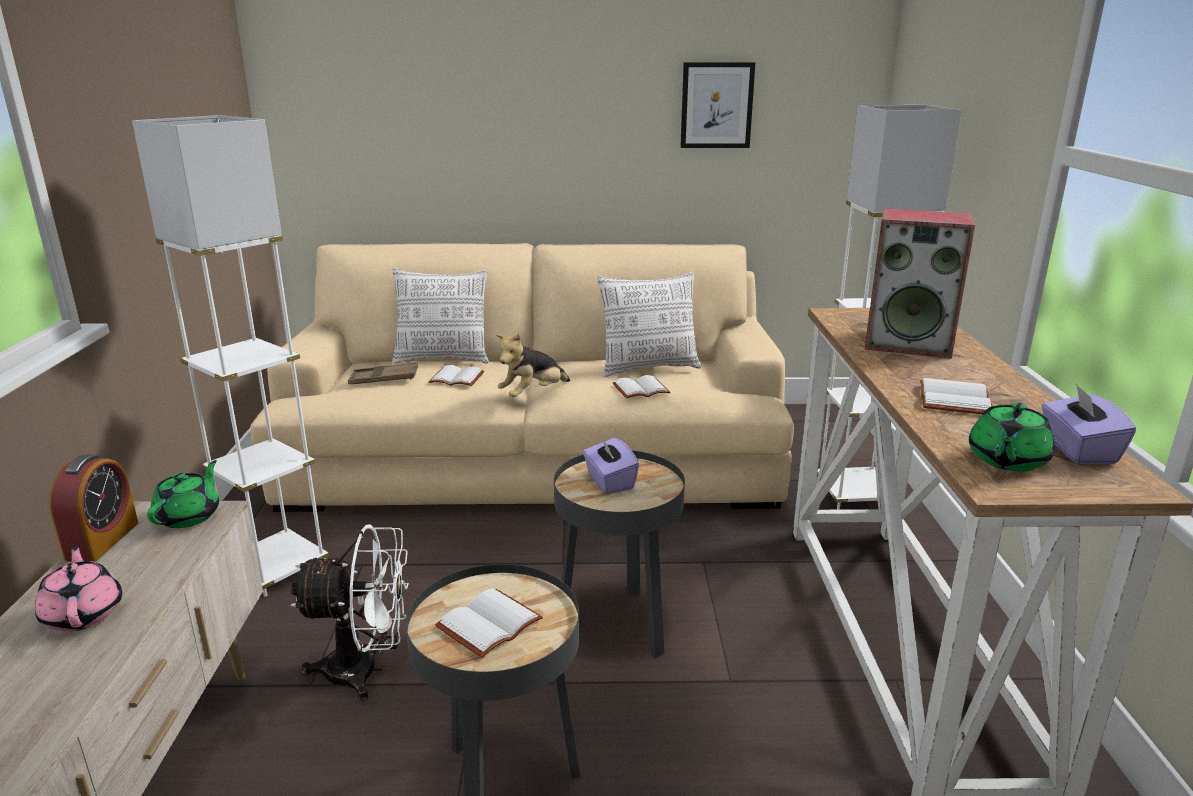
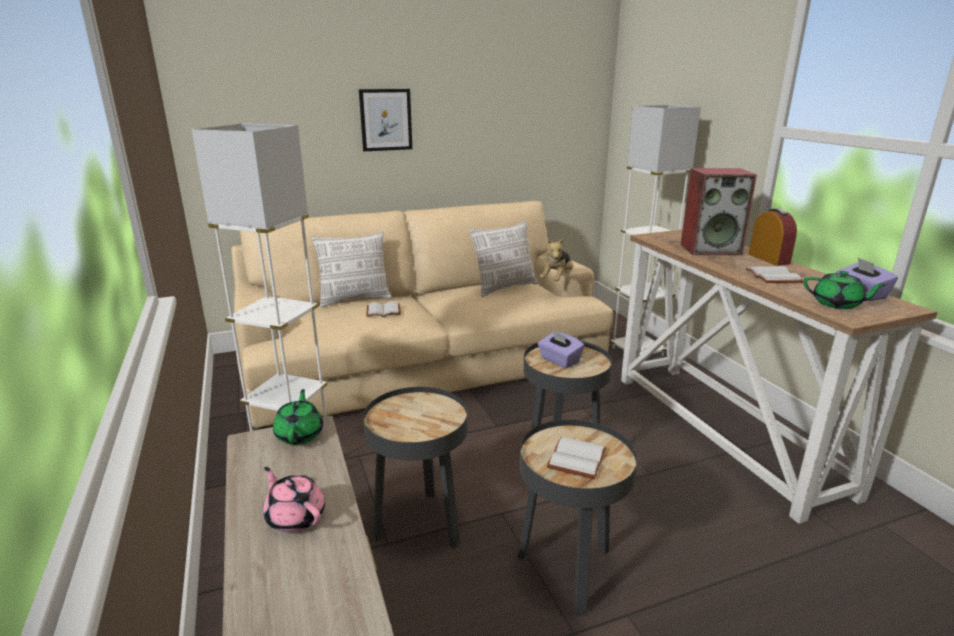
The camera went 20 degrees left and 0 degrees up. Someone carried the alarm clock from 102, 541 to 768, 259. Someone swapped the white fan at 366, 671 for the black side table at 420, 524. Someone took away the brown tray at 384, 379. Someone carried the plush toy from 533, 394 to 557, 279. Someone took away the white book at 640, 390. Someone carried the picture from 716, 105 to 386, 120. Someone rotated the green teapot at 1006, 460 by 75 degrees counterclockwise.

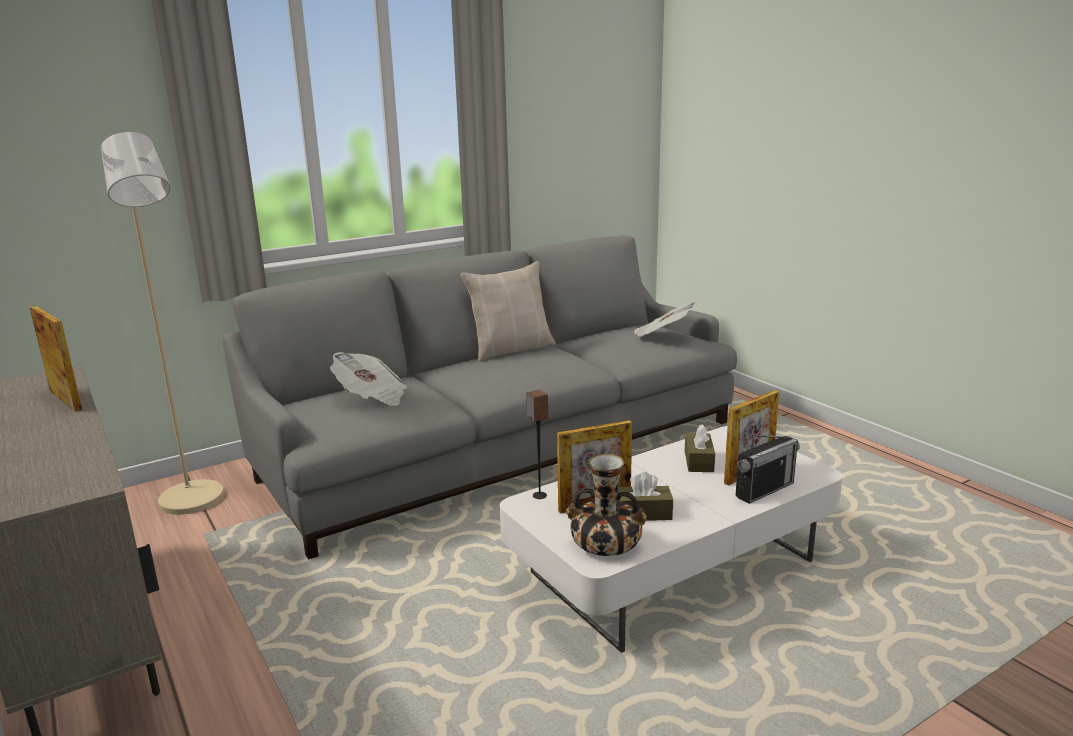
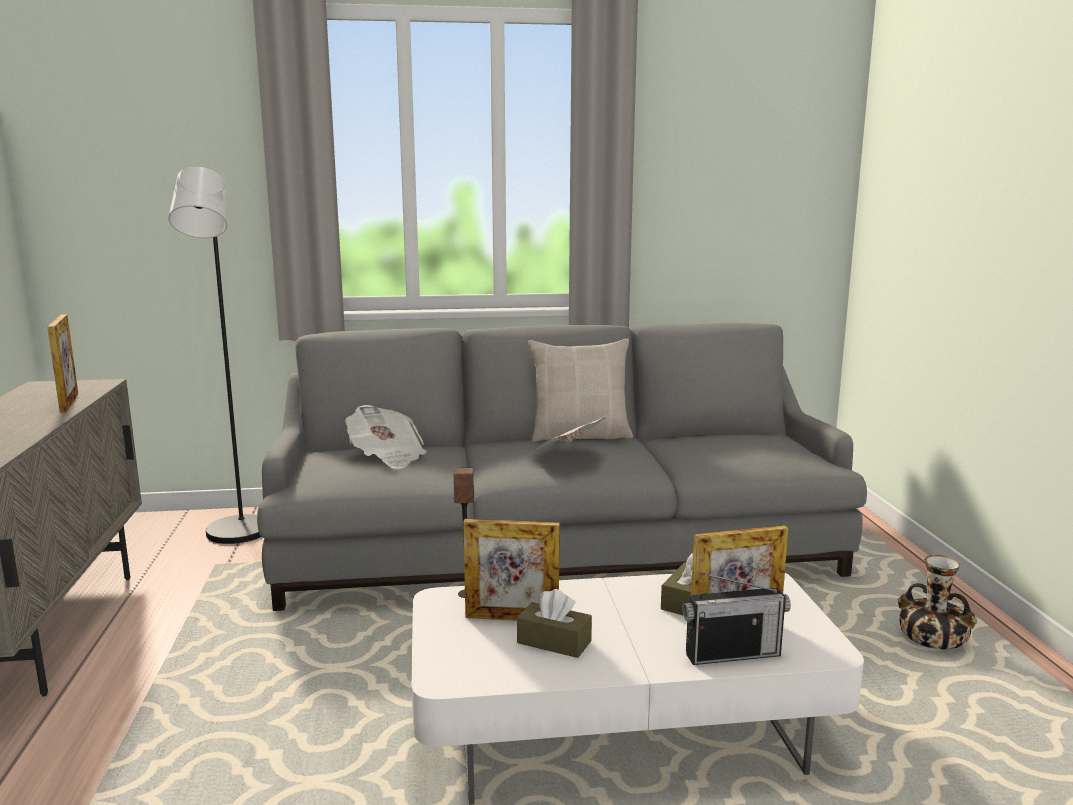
The camera went 25 degrees right and 5 degrees down. Someone repainted the beige floor lamp at 194, 504, which became the black floor lamp at 235, 536. Someone carried the vase from 607, 544 to 933, 640. Someone carried the newspaper from 662, 335 to 565, 456.

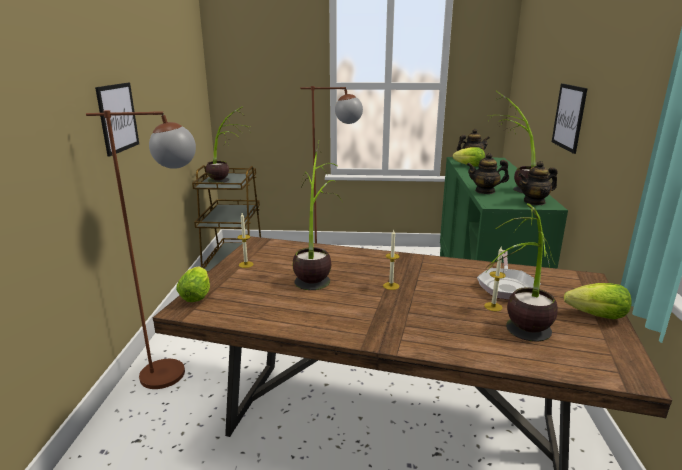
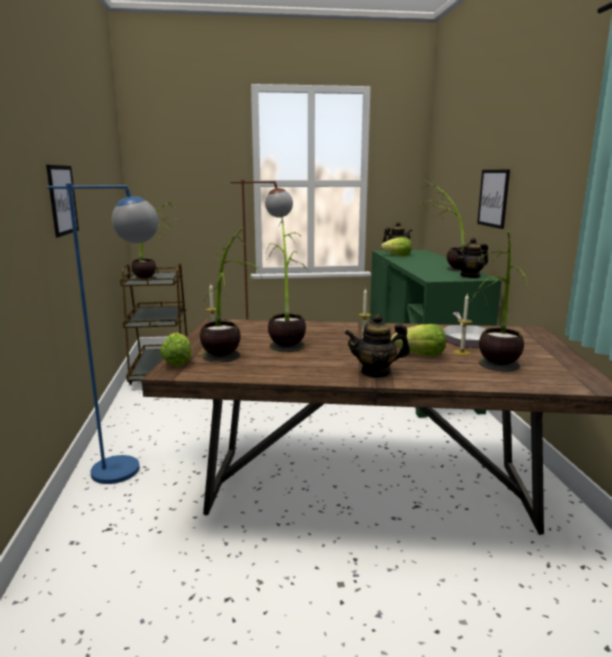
The camera went 10 degrees left and 5 degrees down. Someone repainted the brown floor lamp at 179, 373, which became the blue floor lamp at 133, 468. Someone carried the teapot from 485, 191 to 376, 372. Someone carried the lettuce from 597, 316 to 420, 355. Someone put down the potted plant at 227, 363.

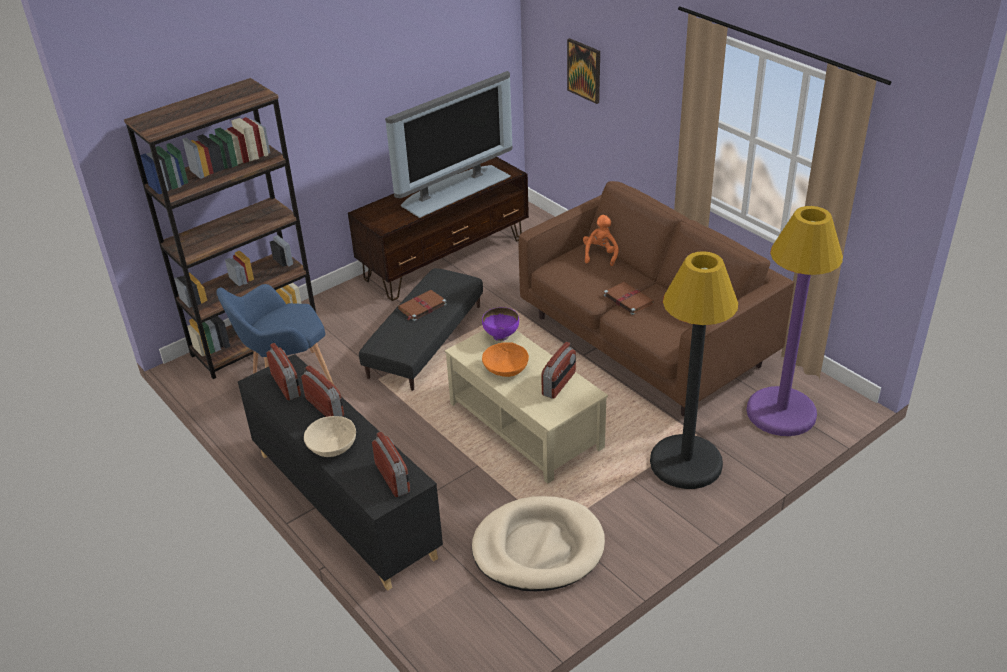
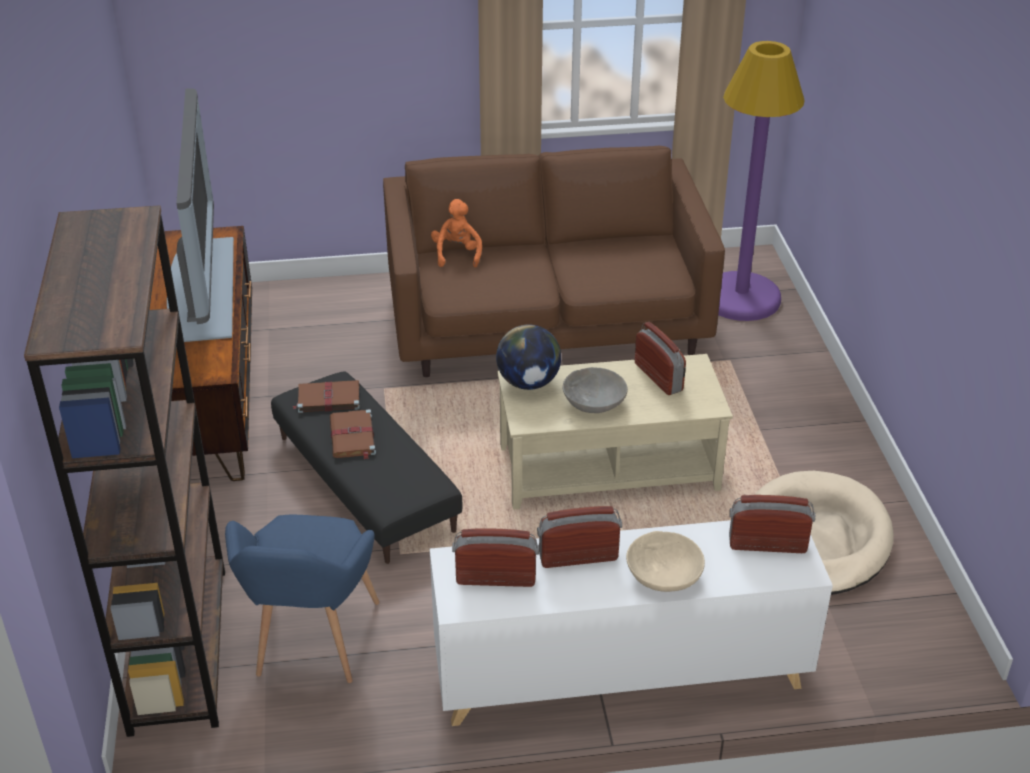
The camera went 60 degrees left and 0 degrees up. Someone repainted the black cabinet at 344, 504, which became the white cabinet at 619, 674. Someone swapped the purple bowl at 501, 336 for the globe at 528, 383. Someone repainted the orange bowl at 505, 368, which became the grey bowl at 593, 403. Someone took away the picture at 584, 70. Someone rotated the orange plush toy at 600, 255 by 45 degrees clockwise. Someone carried the brown book from 627, 299 to 327, 398. Someone took away the black floor lamp at 686, 463.

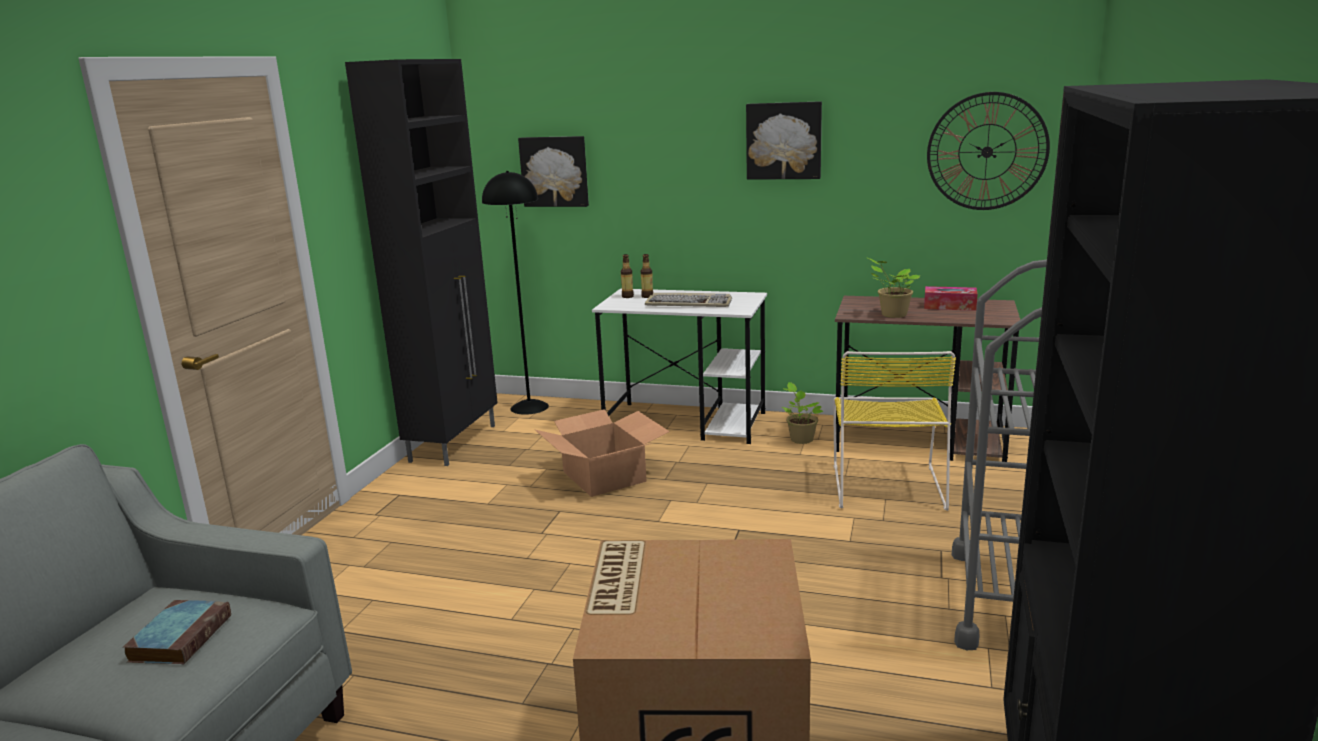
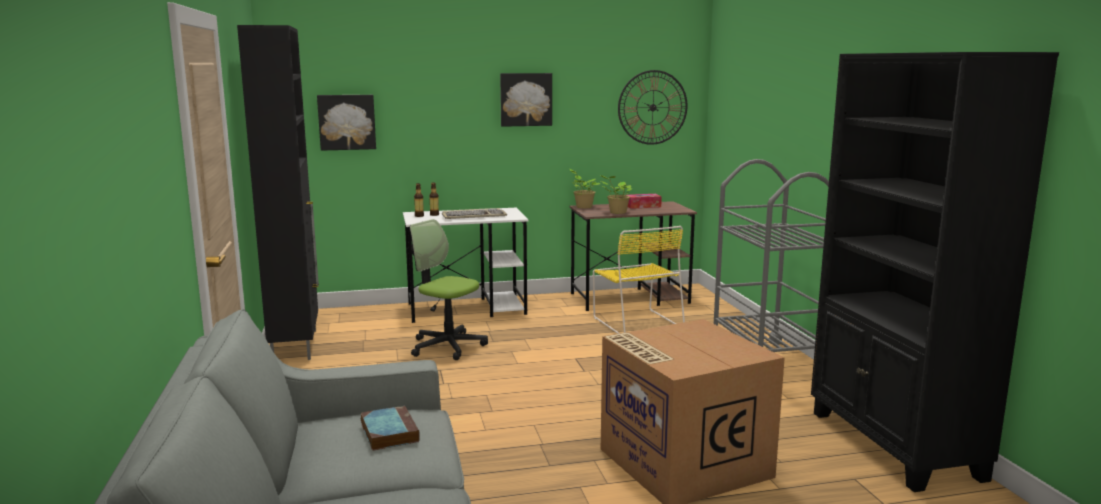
The camera went 30 degrees left and 5 degrees down. Someone took away the black floor lamp at 530, 407. Someone swapped the cardboard box at 605, 476 for the office chair at 447, 346. Someone carried the potted plant from 800, 439 to 583, 207.

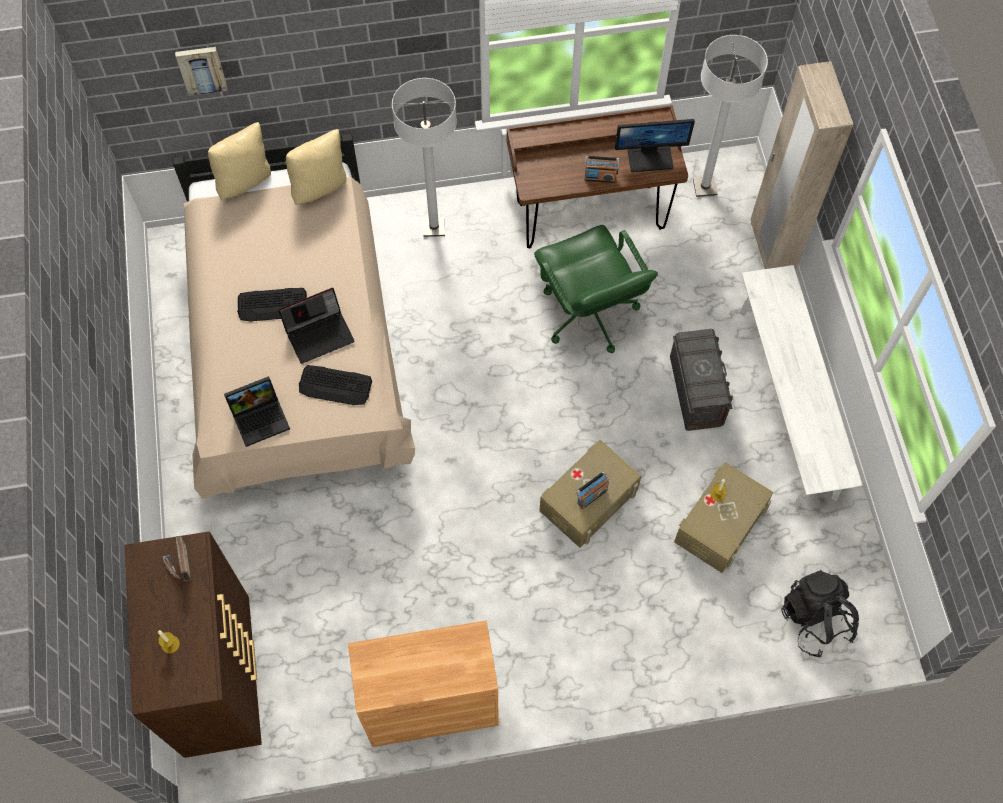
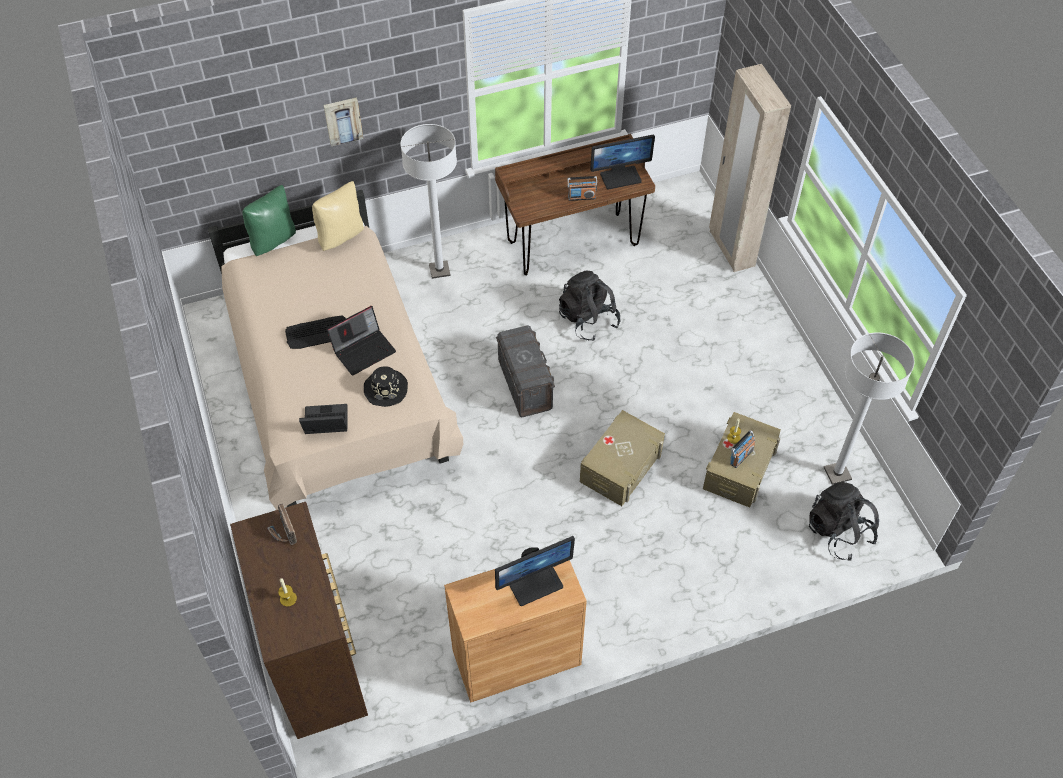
The camera went 10 degrees left and 10 degrees down. Someone carried the picture from 201, 69 to 343, 120. Someone repainted the beige pillow at 244, 180, which became the green pillow at 273, 240. Someone rotated the laptop at 261, 418 by 150 degrees counterclockwise. Someone swapped the keyboard at 335, 385 for the black hat at 386, 389. Someone swapped the green office chair at 588, 315 for the black backpack at 588, 320. Someone carried the radio from 592, 496 to 741, 456. Someone carried the grey storage box from 696, 391 to 525, 385. Someone carried the white floor lamp from 704, 187 to 837, 473. Someone took away the white bench at 787, 402. Someone put down the monitor at 535, 583.

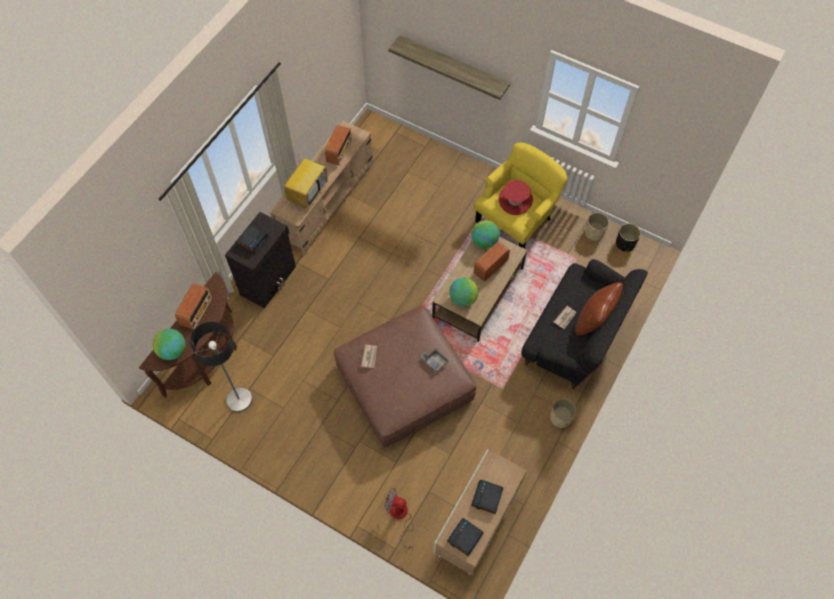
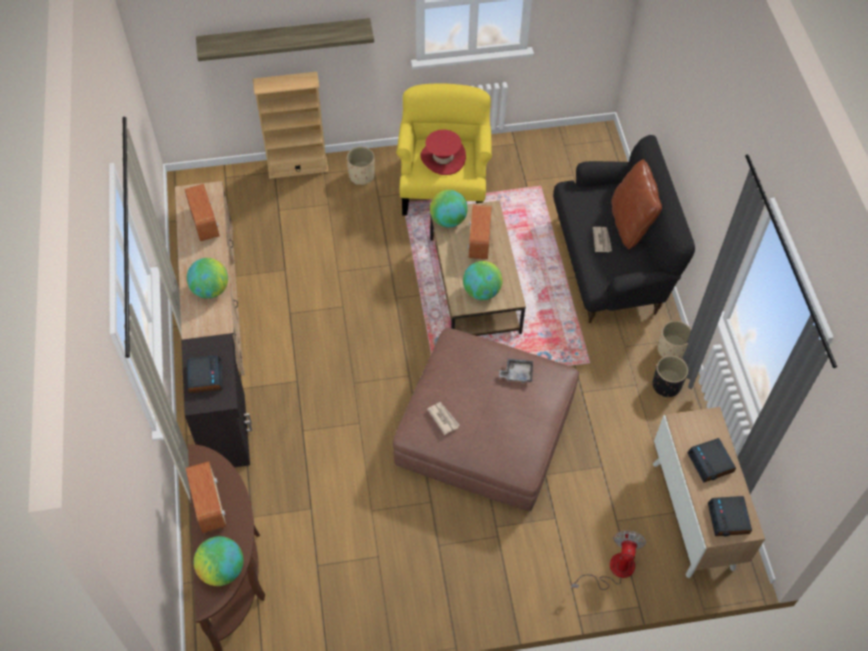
The camera went 40 degrees left and 5 degrees down. Someone took away the floor lamp at 239, 399. Someone swapped the television at 308, 193 for the globe at 210, 289. Someone rotated the fan at 400, 517 by 120 degrees clockwise. Someone carried the beige planter from 594, 233 to 361, 176. Someone carried the black planter from 625, 244 to 666, 385. Someone put down the beige bookcase at 298, 167.

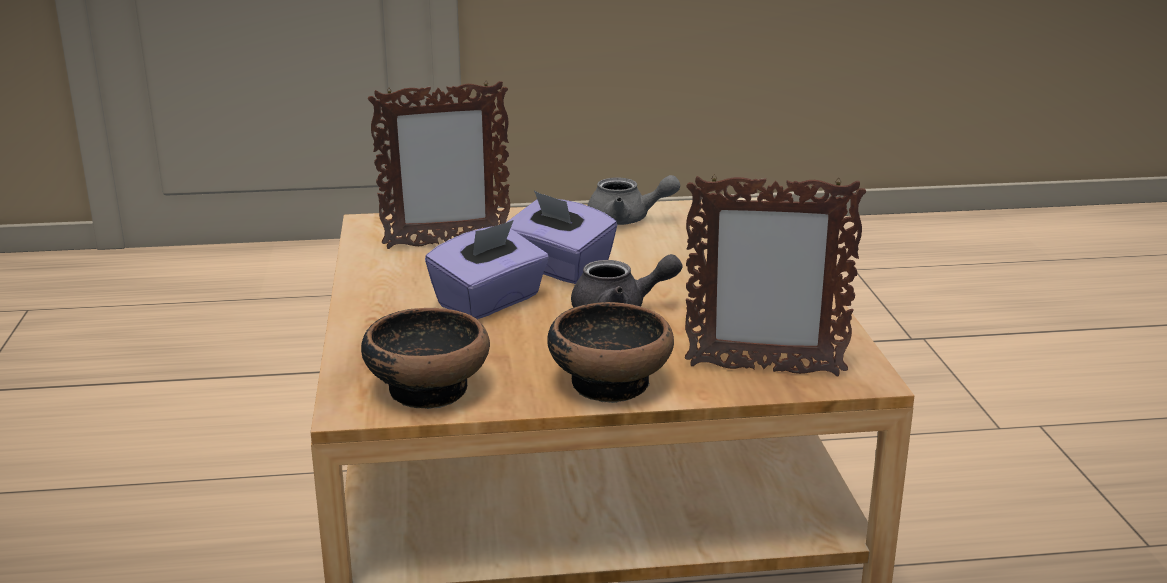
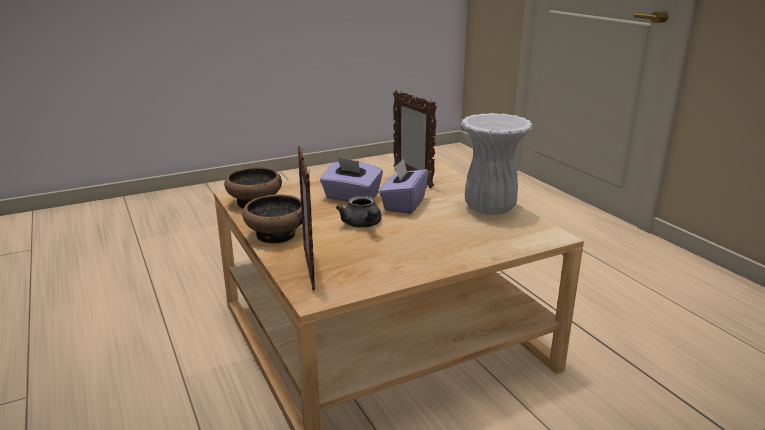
The camera went 70 degrees right and 0 degrees up. Someone swapped the grey teapot at 627, 220 for the white vase at 491, 209.

